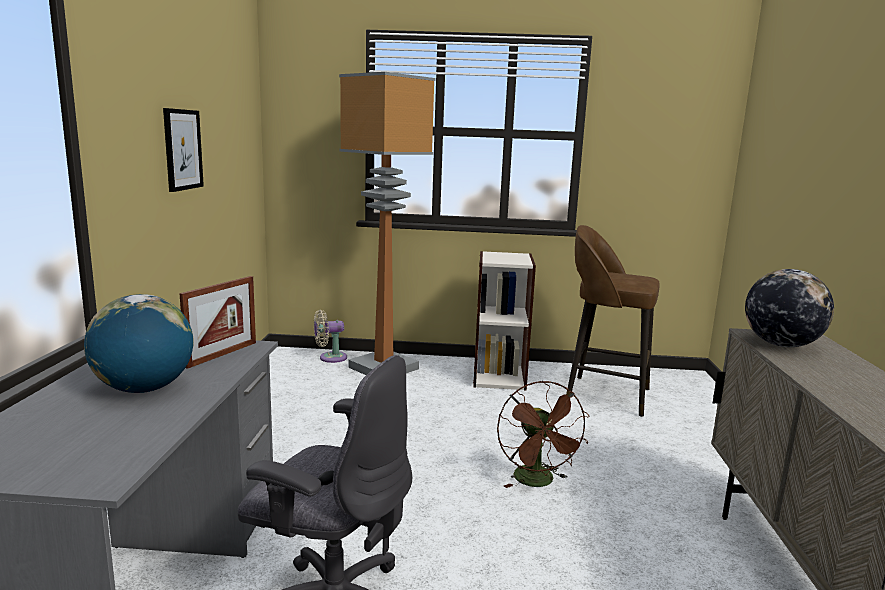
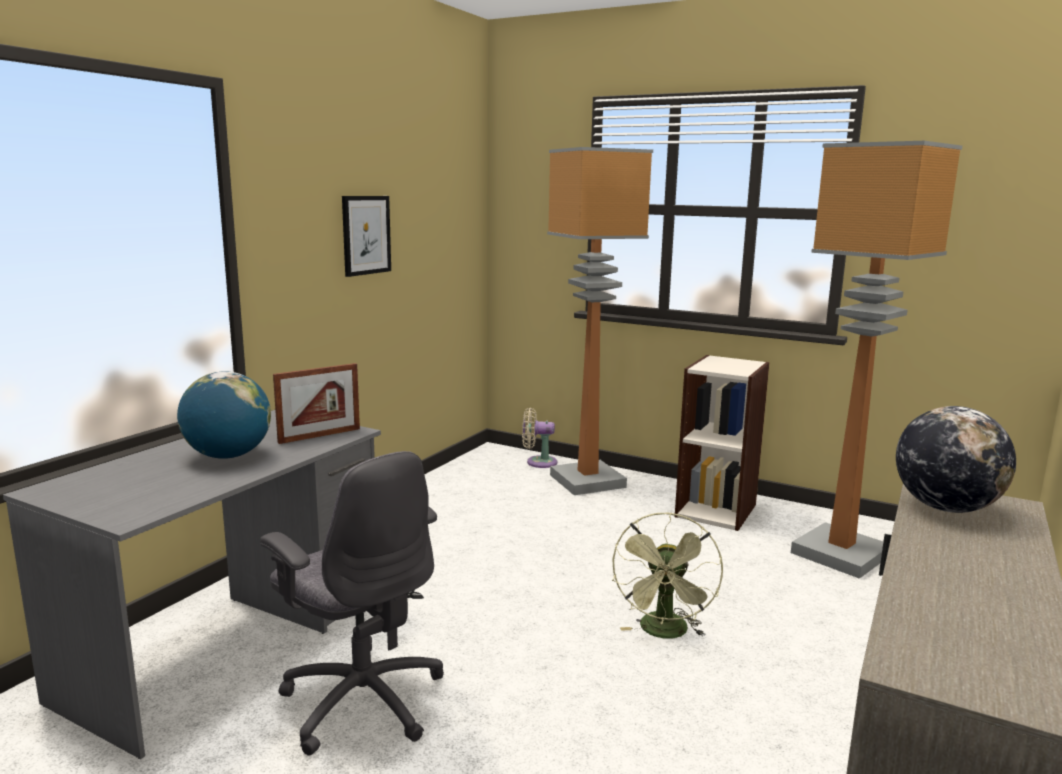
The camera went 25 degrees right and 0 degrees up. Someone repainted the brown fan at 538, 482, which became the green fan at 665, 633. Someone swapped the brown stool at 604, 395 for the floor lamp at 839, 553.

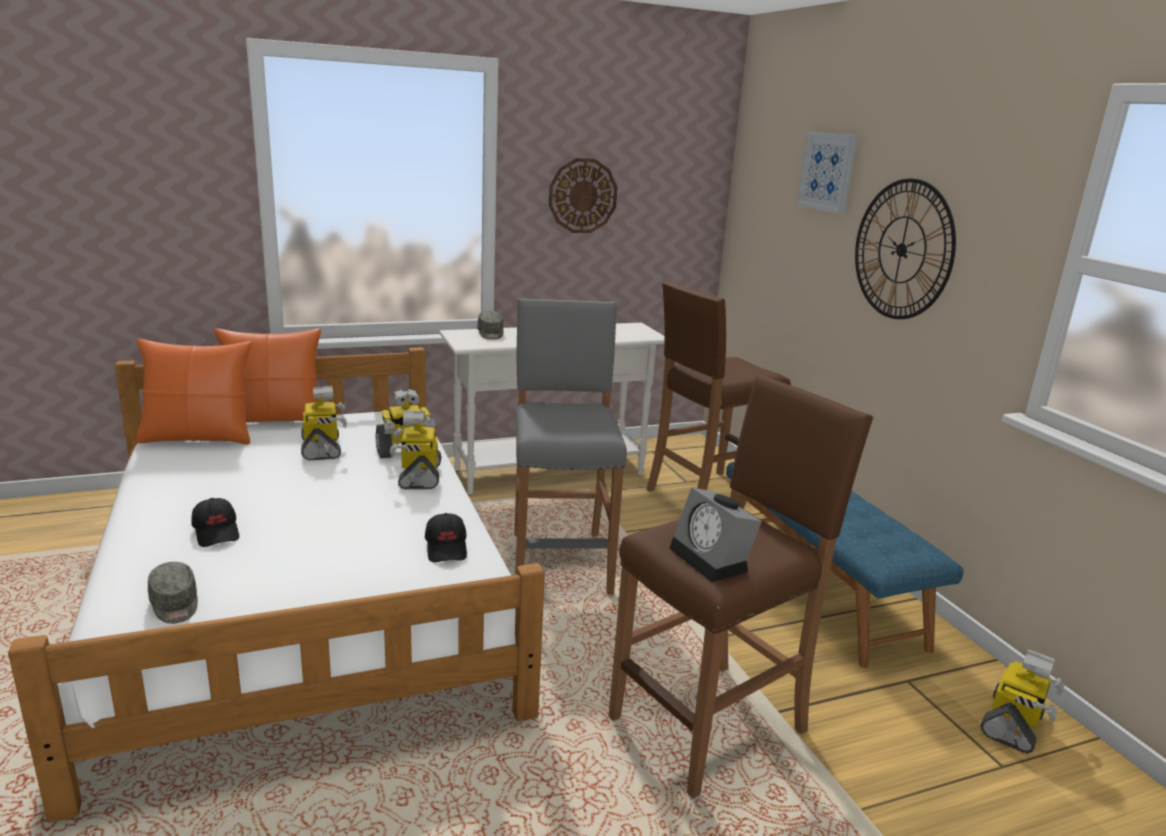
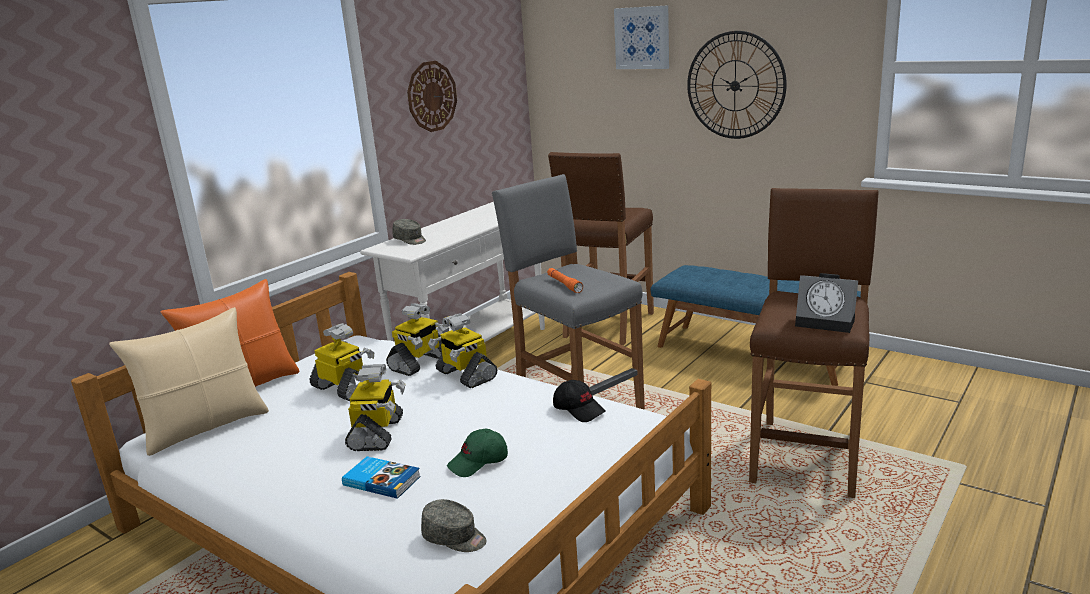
The camera went 30 degrees left and 0 degrees up. Someone repainted the orange pillow at 199, 438, which became the beige pillow at 205, 427. Someone swapped the black cap at 217, 532 for the book at 382, 480. Someone carried the toy robot from 1013, 725 to 378, 434. Someone put down the green cap at 478, 462. Someone put down the orange flashlight at 564, 284.

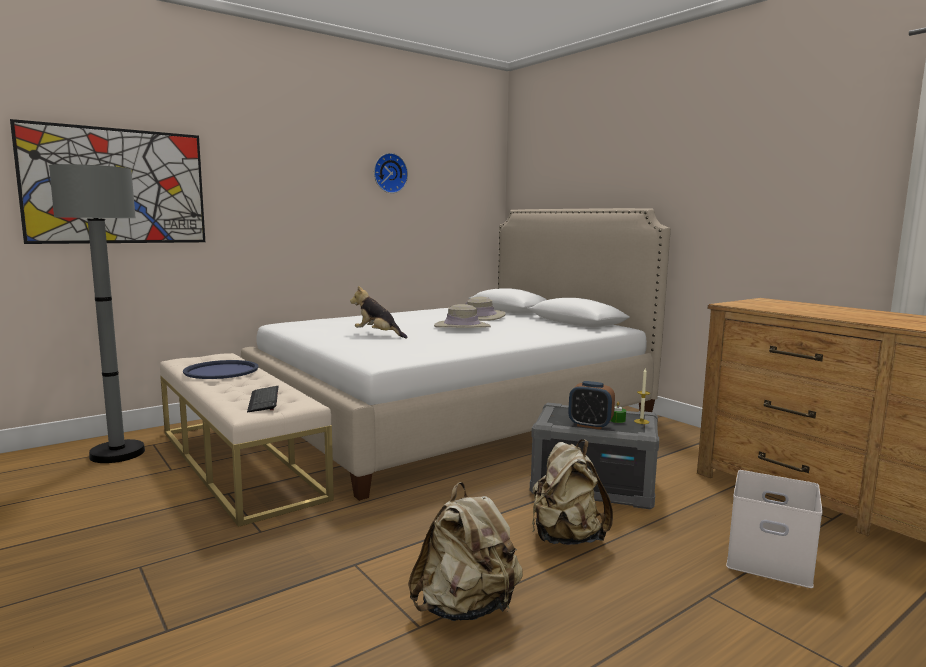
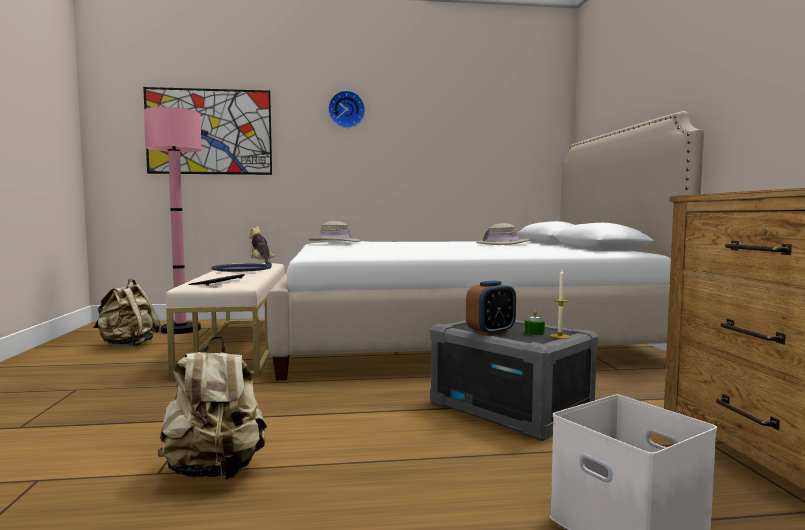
The camera went 30 degrees right and 5 degrees down. Someone repainted the grey floor lamp at 117, 453, which became the pink floor lamp at 181, 330. Someone carried the plush toy from 378, 335 to 261, 264. Someone carried the wall clock from 389, 173 to 346, 110. Someone carried the beige hat from 462, 326 to 334, 241. Someone carried the beige backpack from 566, 538 to 128, 345. Someone rotated the alarm clock at 590, 425 by 90 degrees counterclockwise.

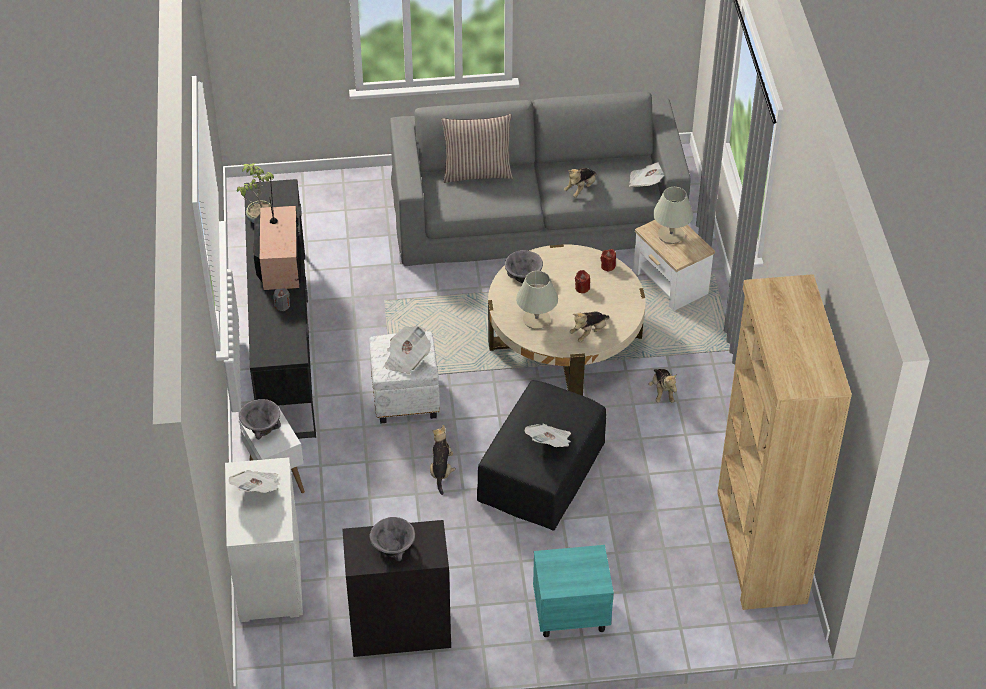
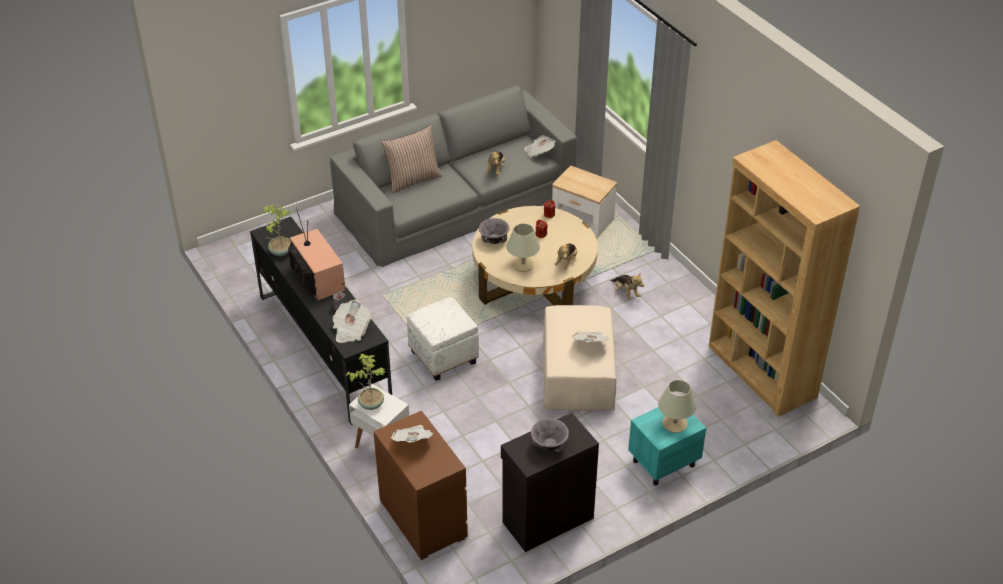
The camera went 25 degrees left and 5 degrees down. Someone repainted the white dresser at 269, 577, which became the brown dresser at 422, 519. Someone swapped the grey bowl at 262, 428 for the potted plant at 370, 404. Someone carried the newspaper from 406, 359 to 350, 330. Someone took away the plush toy at 441, 470. Someone repainted the black ottoman at 541, 472, which became the beige ottoman at 578, 374. Someone carried the beige table lamp from 671, 235 to 674, 423.

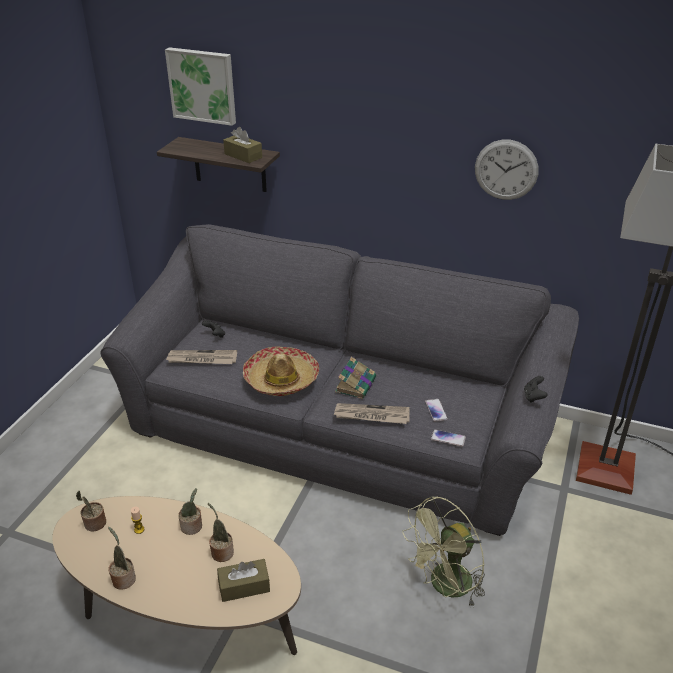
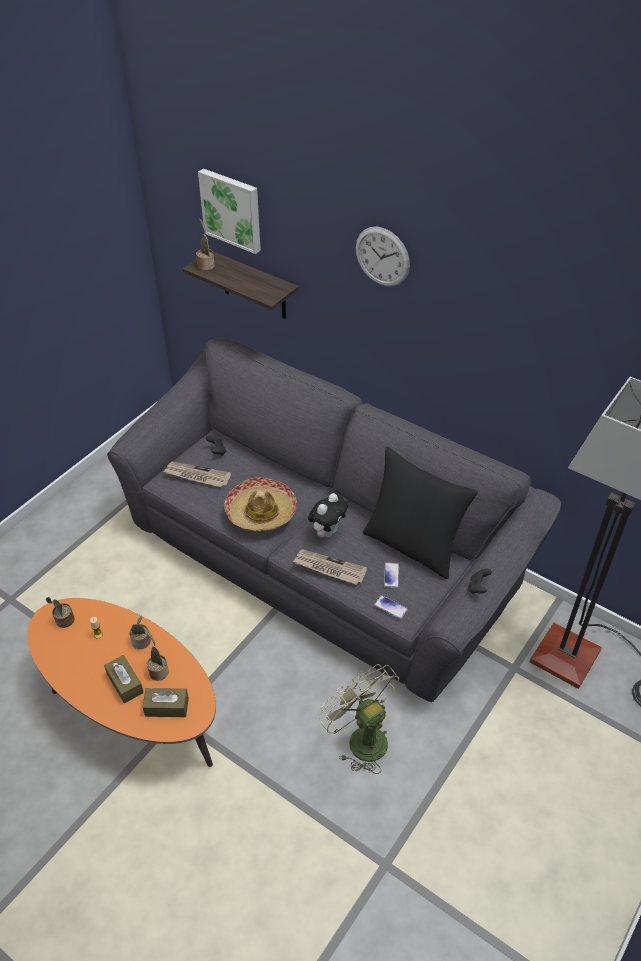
The camera went 15 degrees right and 10 degrees up. Someone repainted the beige coffee table at 184, 614, which became the orange coffee table at 131, 708. Someone carried the potted plant from 123, 578 to 206, 265. Someone carried the brown tissue box from 243, 156 to 125, 683. Someone swapped the book at 356, 384 for the plush toy at 327, 531. Someone rotated the green fan at 445, 587 by 75 degrees clockwise. Someone carried the wall clock from 506, 170 to 382, 256. Someone put down the black pillow at 412, 546.

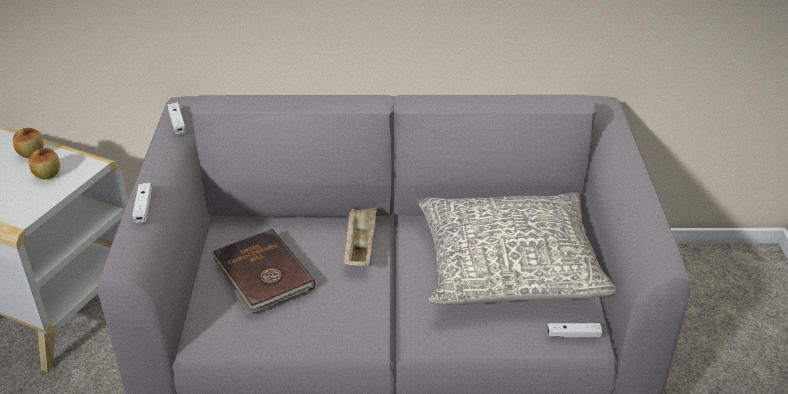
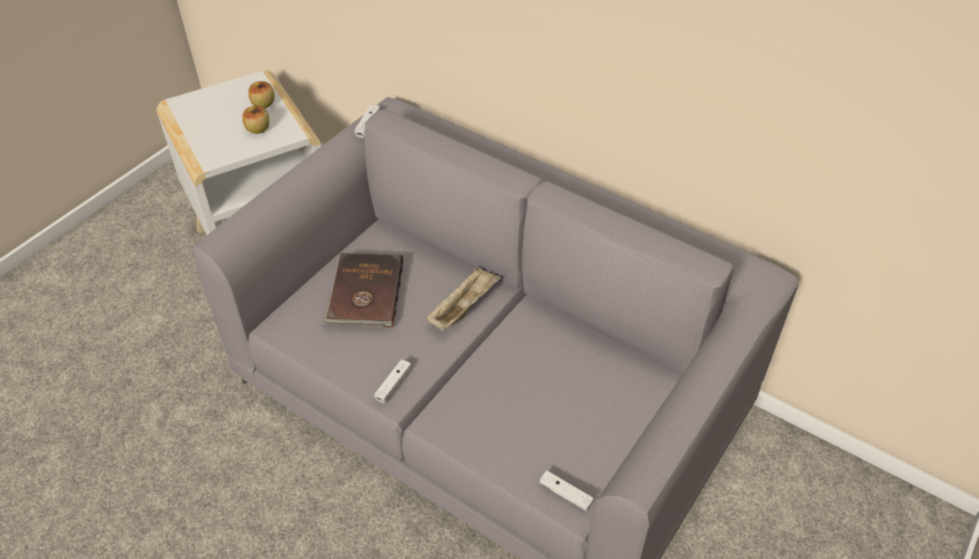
The camera went 35 degrees right and 10 degrees up. Someone carried the white game controller from 143, 207 to 393, 384. Someone took away the grey pillow at 509, 266.

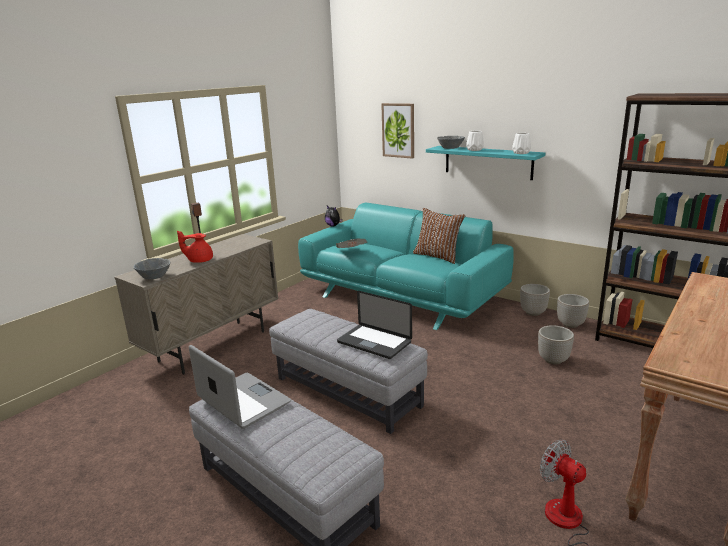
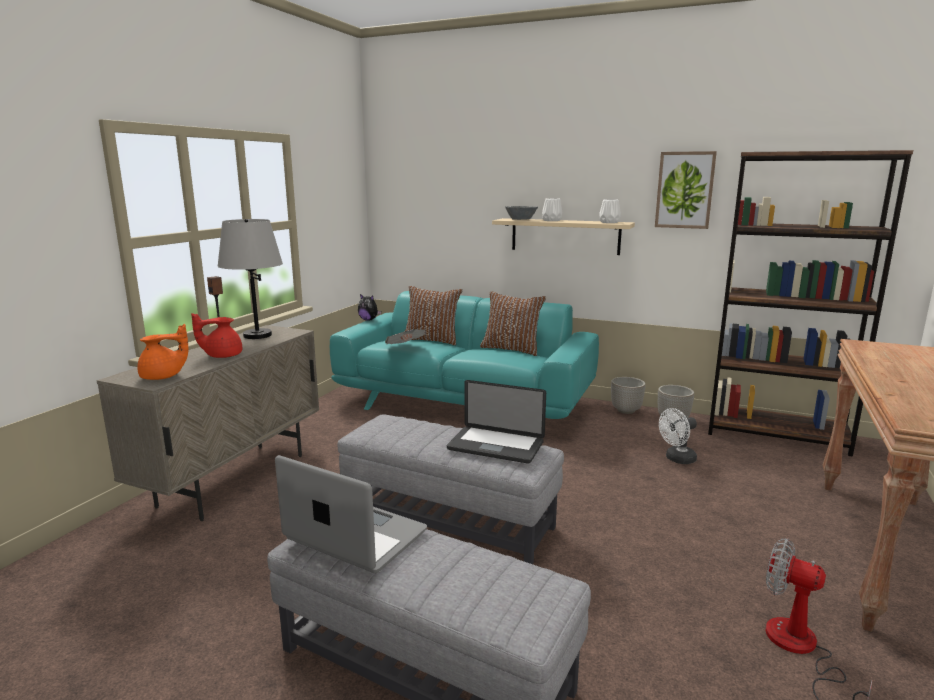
The camera went 15 degrees left and 5 degrees down. Someone swapped the grey bowl at 154, 276 for the orange teapot at 163, 377. Someone carried the picture from 398, 130 to 684, 190. Someone repainted the turquoise shelf at 488, 162, which became the beige shelf at 565, 236. Someone swapped the planter at 553, 360 for the white fan at 677, 459. Someone put down the grey table lamp at 257, 335. Someone put down the brown pillow at 432, 340.

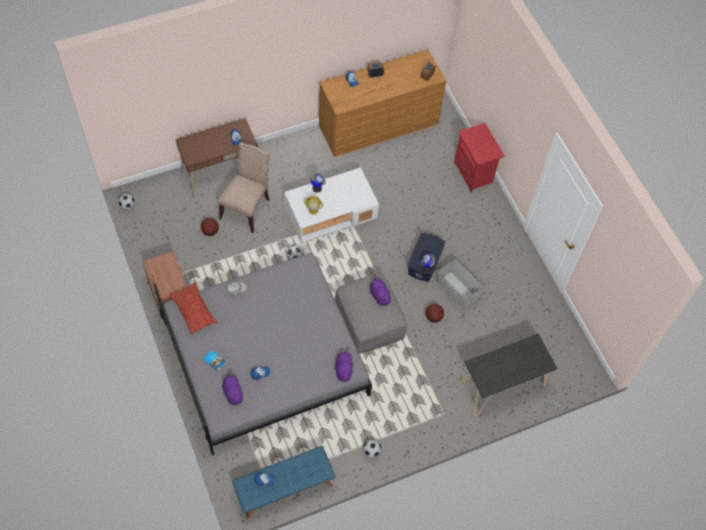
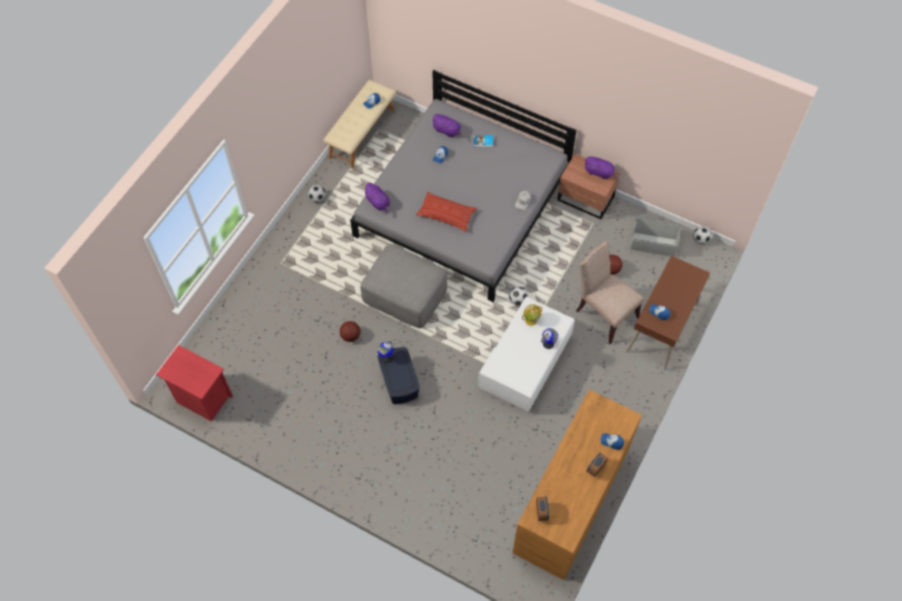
The camera went 145 degrees right and 0 degrees up. Someone carried the pillow from 193, 310 to 446, 214. Someone rotated the beige chair at 247, 208 by 150 degrees clockwise. Someone repainted the blue bench at 284, 489, which became the beige bench at 362, 134. Someone carried the purple plush toy from 379, 295 to 600, 173. Someone carried the grey storage box from 457, 289 to 653, 244. Someone carried the red nightstand from 474, 173 to 202, 399. Someone took away the black console table at 501, 386.

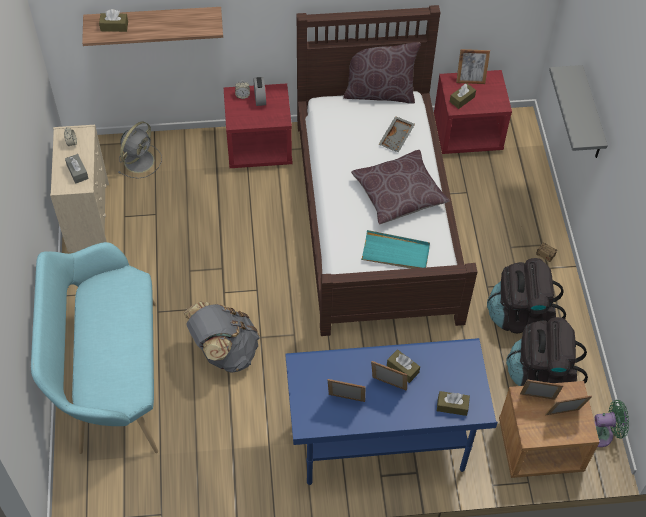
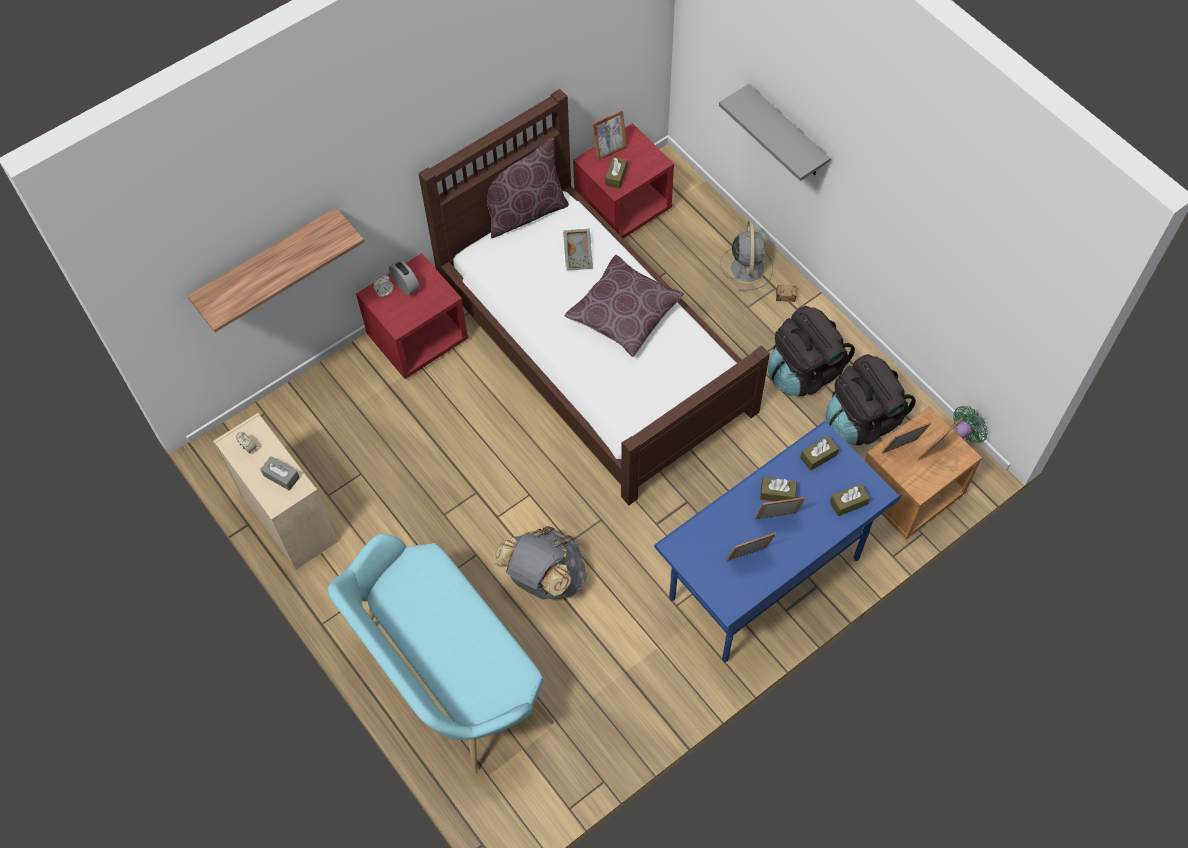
The camera went 30 degrees left and 5 degrees up. Someone carried the brown tissue box from 114, 26 to 818, 456. Someone carried the grey fan from 140, 160 to 747, 267. Someone took away the turquoise tray at 395, 253.

